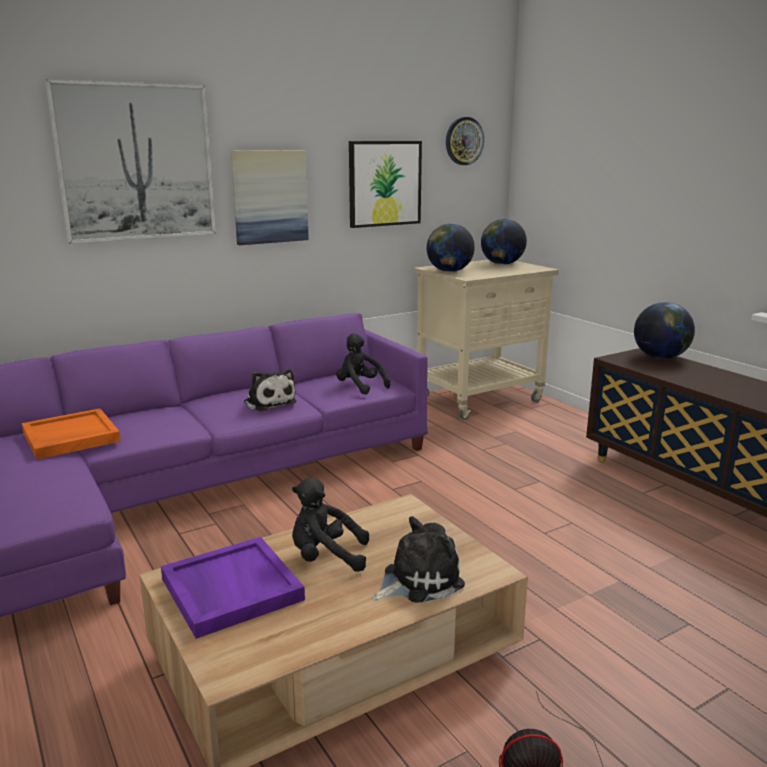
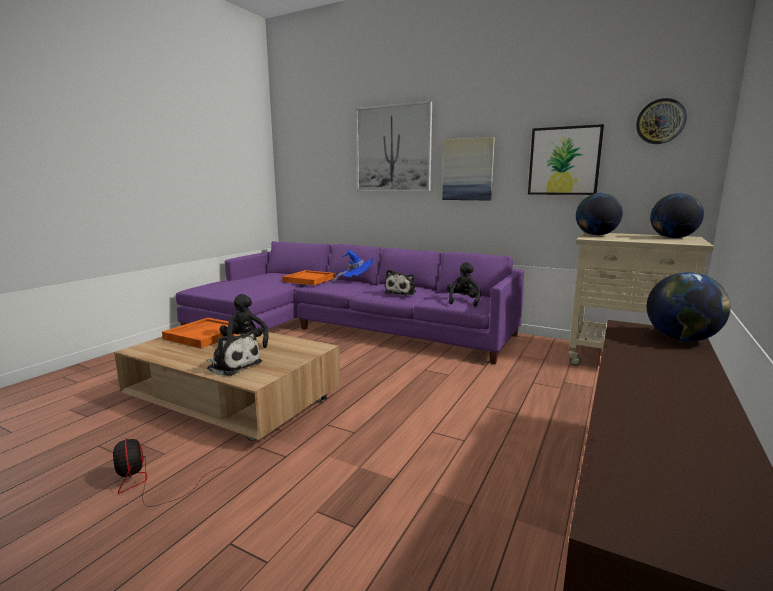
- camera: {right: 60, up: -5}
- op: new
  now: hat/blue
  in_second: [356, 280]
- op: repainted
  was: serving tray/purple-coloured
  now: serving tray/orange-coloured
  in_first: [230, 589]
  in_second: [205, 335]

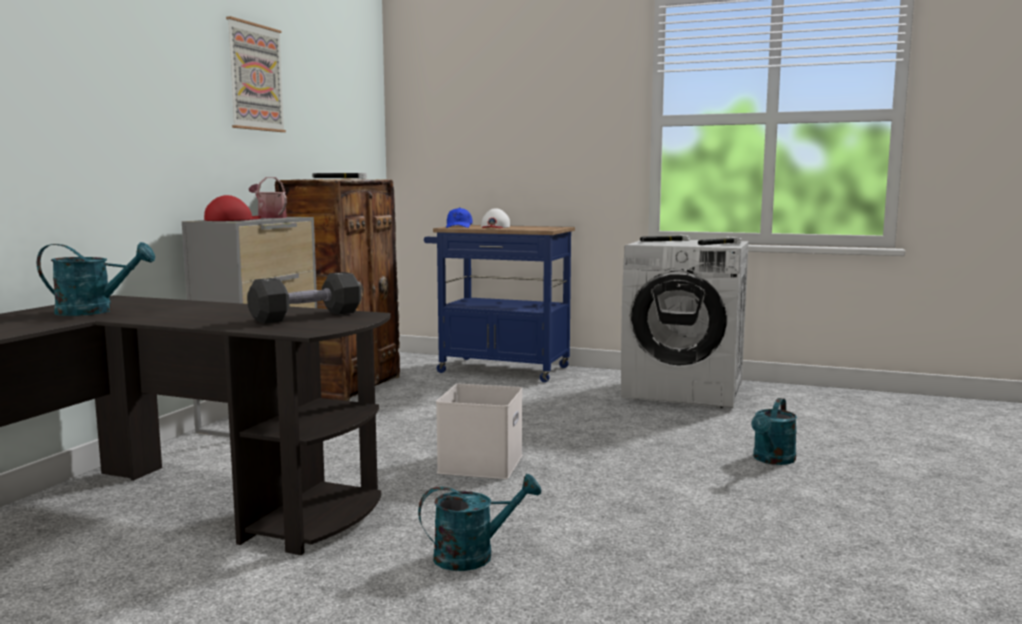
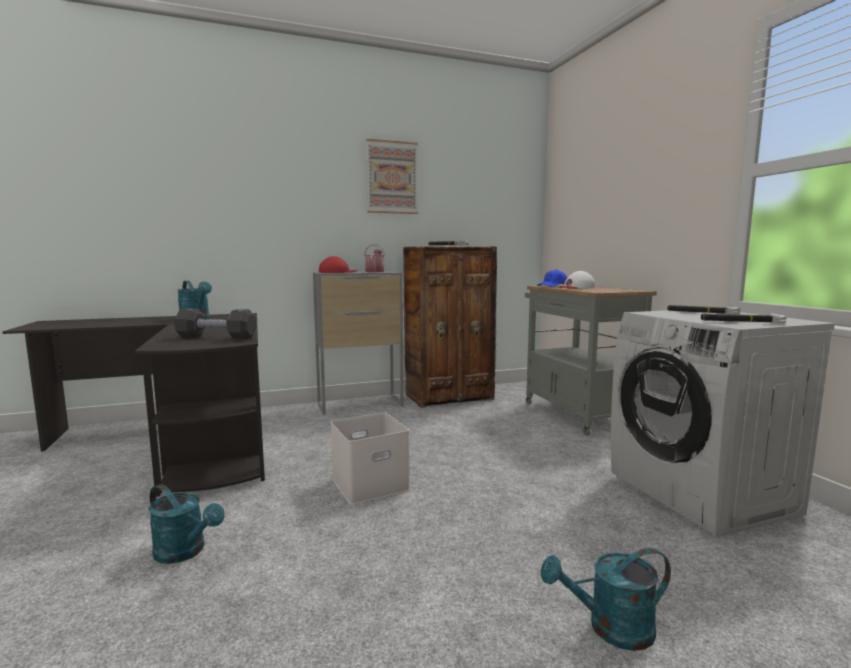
- camera: {right: 50, up: 0}
- op: repainted
  was: wheeled cart/blue
  now: wheeled cart/grey
  in_first: [499, 369]
  in_second: [576, 414]

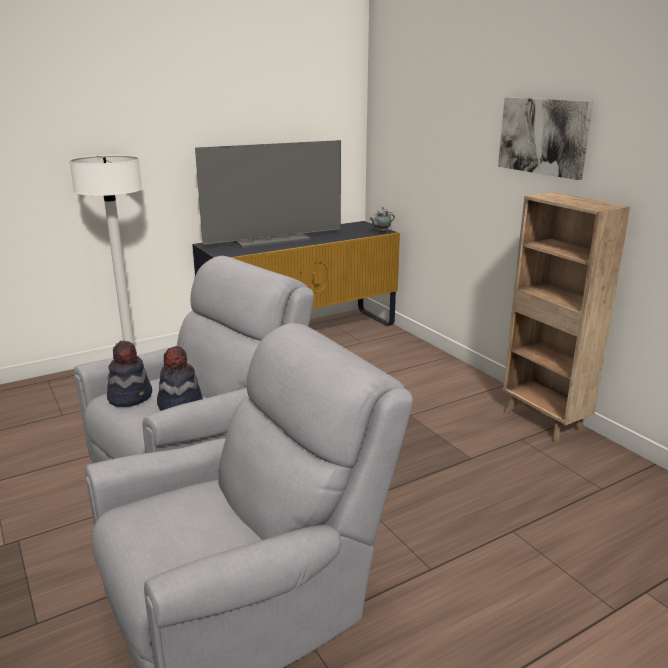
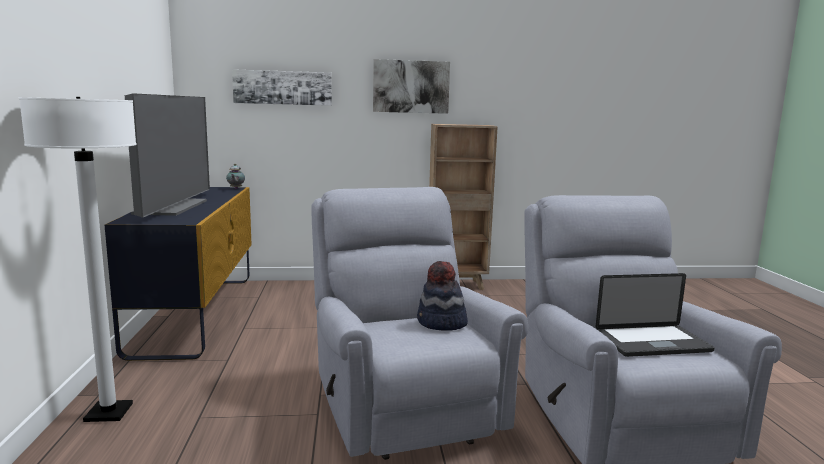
- camera: {right: -65, up: -10}
- op: gone
  was: hat
  in_first: [130, 397]
- op: new
  now: wall art
  in_second: [283, 87]
- op: new
  now: laptop
  in_second: [652, 342]

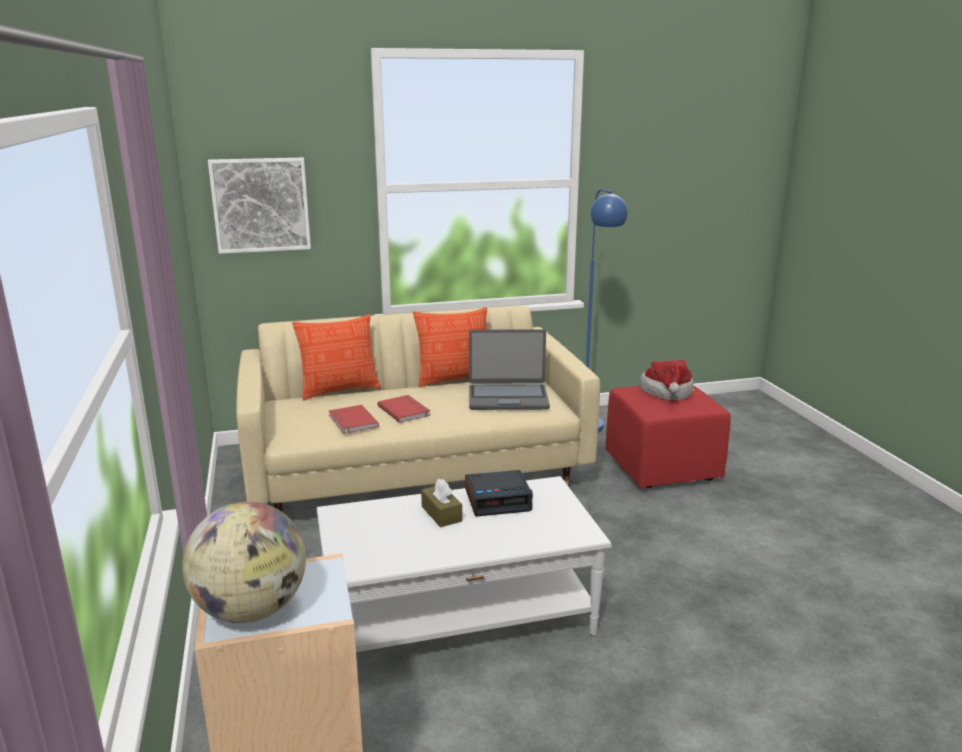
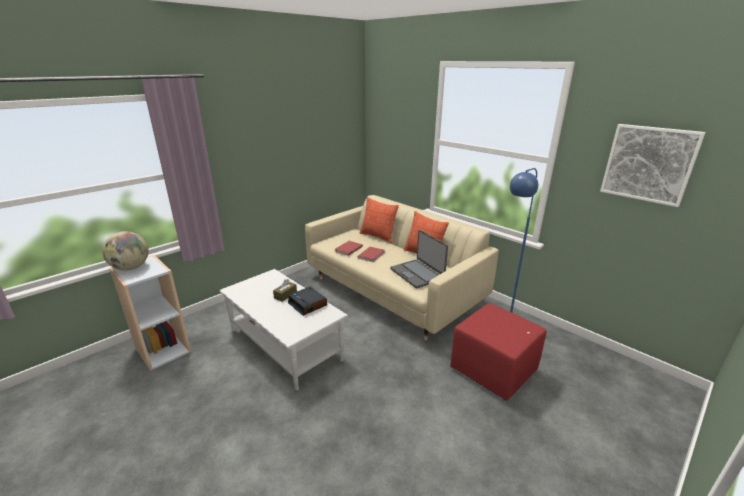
- camera: {right: 60, up: 5}
- op: gone
  was: hat
  in_first: [667, 393]
- op: shifted
  was: wall art
  in_first: [261, 205]
  in_second: [648, 164]

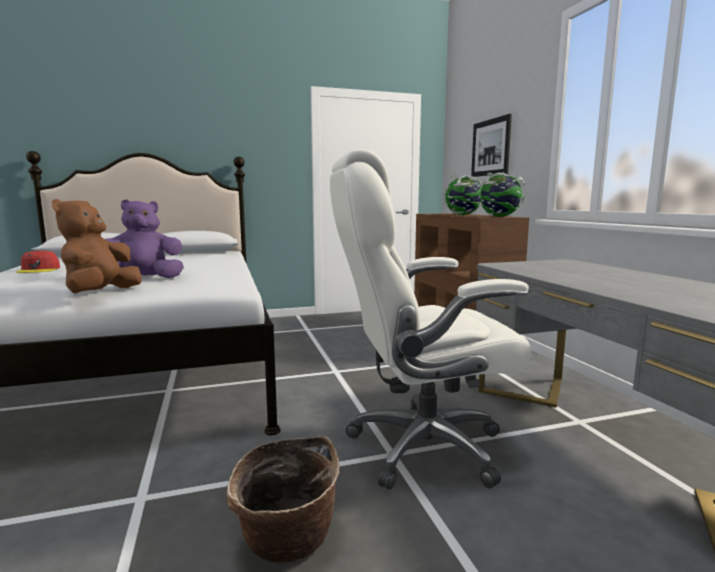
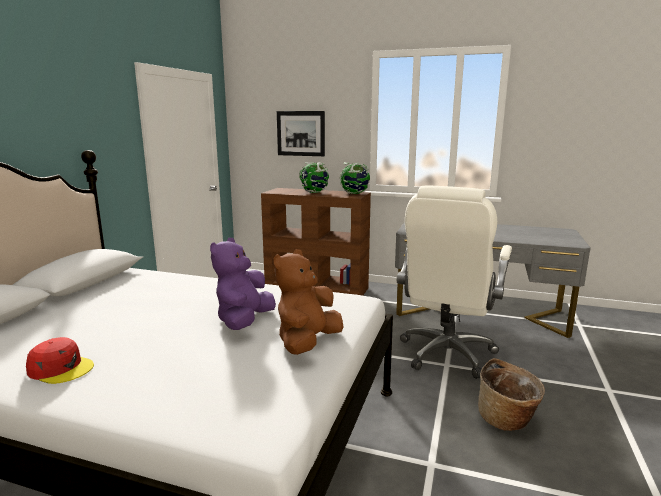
- camera: {right: -55, up: 5}
- op: rotated
  was: plush toy/brownish
  in_first: [101, 294]
  in_second: [307, 342]
  clockwise: 75

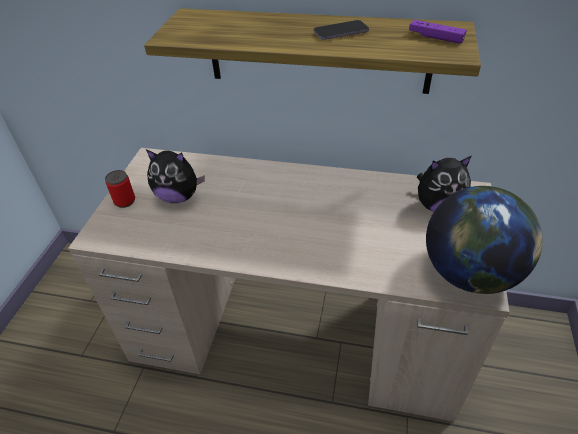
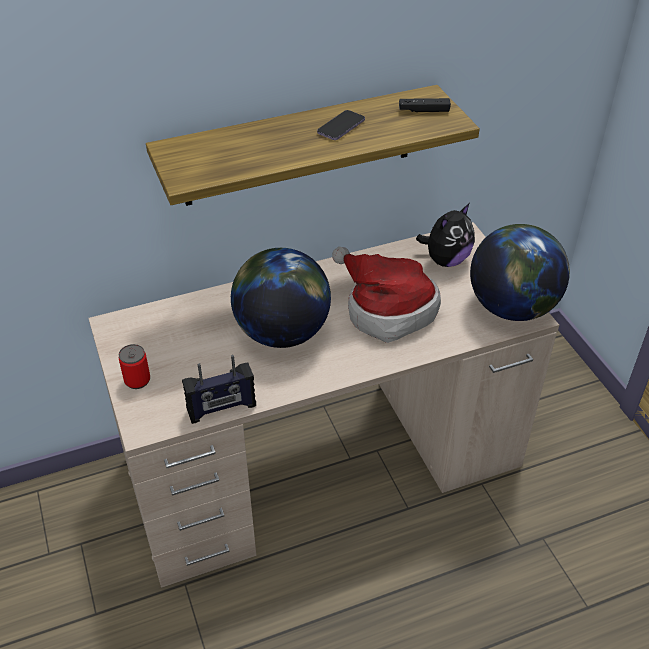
- camera: {right: -35, up: 0}
- op: gone
  was: plush toy
  in_first: [178, 196]
- op: new
  now: radio
  in_second: [222, 409]
- op: new
  now: globe
  in_second: [282, 332]
- op: new
  now: hat
  in_second: [385, 310]
- op: repainted
  was: gamepad/purple-coloured
  now: gamepad/blackish
  in_first: [435, 37]
  in_second: [424, 110]

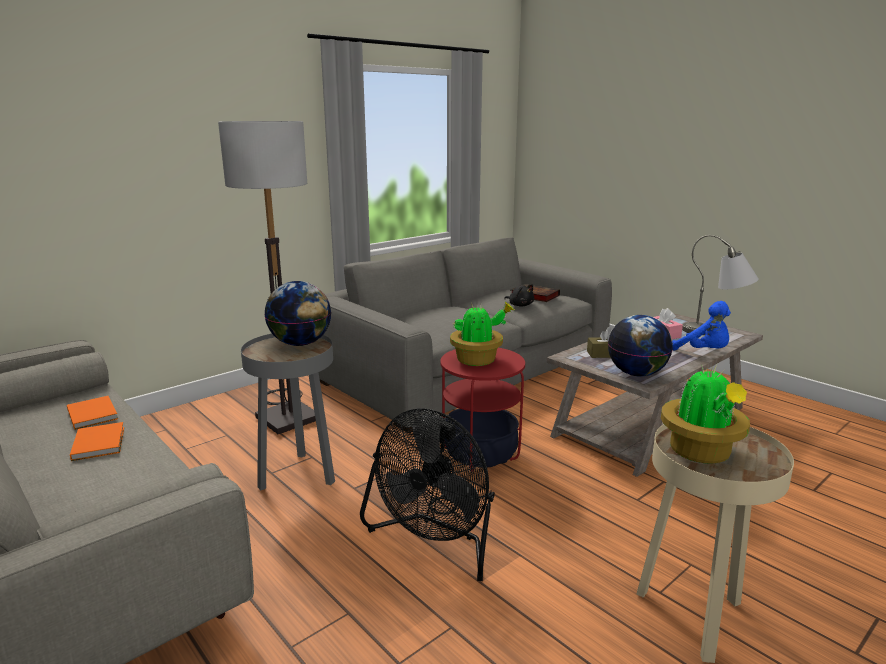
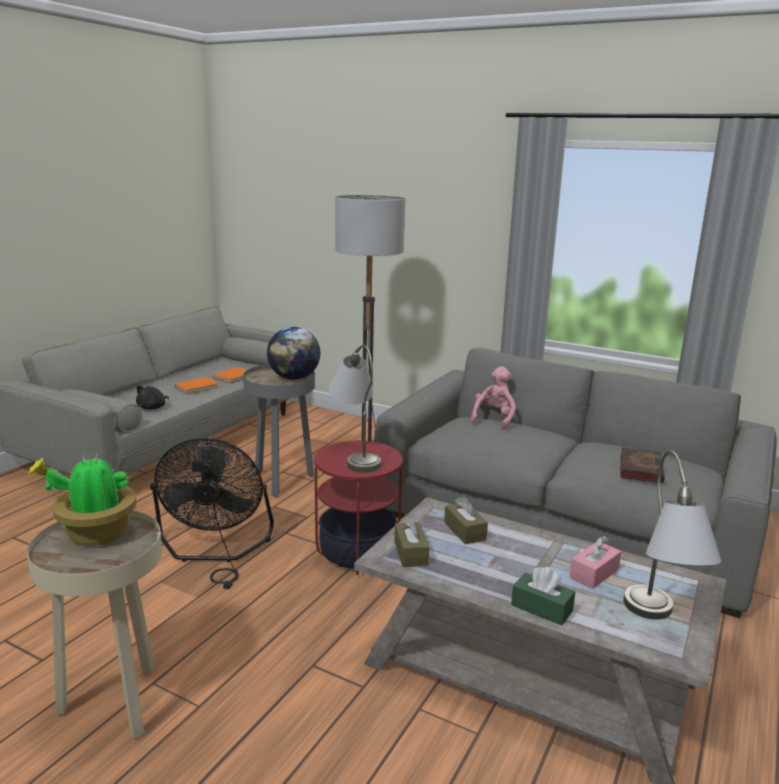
- camera: {right: 70, up: 0}
- op: new
  now: plush toy/pinkish
  in_second: [494, 419]
- op: shifted
  was: plush toy/blackish
  in_first: [520, 305]
  in_second: [153, 408]
- op: swapped
  was: potted plant
  now: lamp for a table/grey
  in_first: [478, 360]
  in_second: [356, 455]
- op: swapped
  was: globe
  now: tissue box/brownish
  in_first: [637, 374]
  in_second: [410, 553]
- op: swapped
  was: plush toy/blue
  now: tissue box/green
  in_first: [704, 352]
  in_second: [541, 608]
- op: rotated
  was: cooling fan/blackish
  in_first: [433, 537]
  in_second: [214, 552]
  clockwise: 75

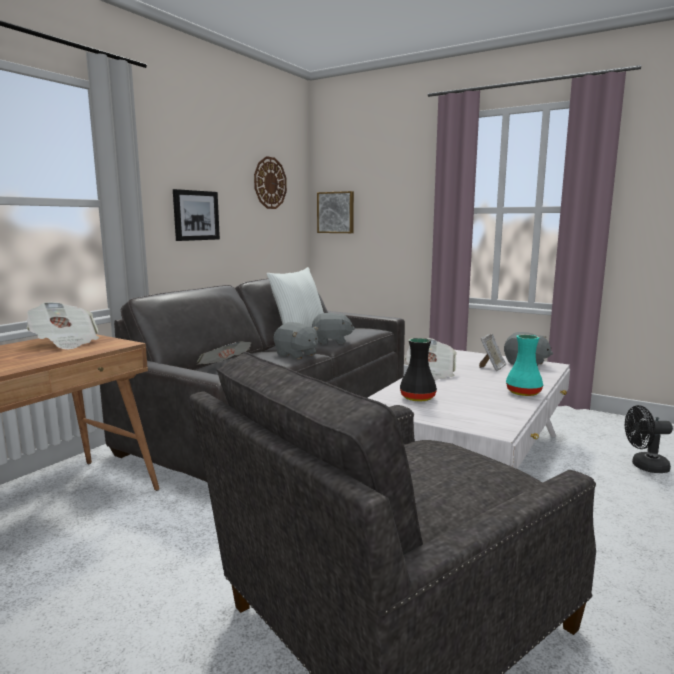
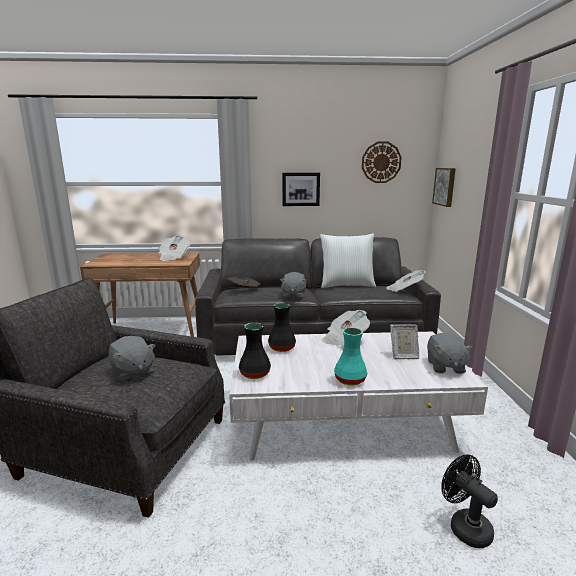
- camera: {right: 55, up: 5}
- op: new
  now: decorative vase/blackish
  in_second: [254, 373]
- op: new
  now: daily paper
  in_second: [404, 290]
- op: shifted
  was: plush toy/grey
  in_first: [331, 342]
  in_second: [132, 372]

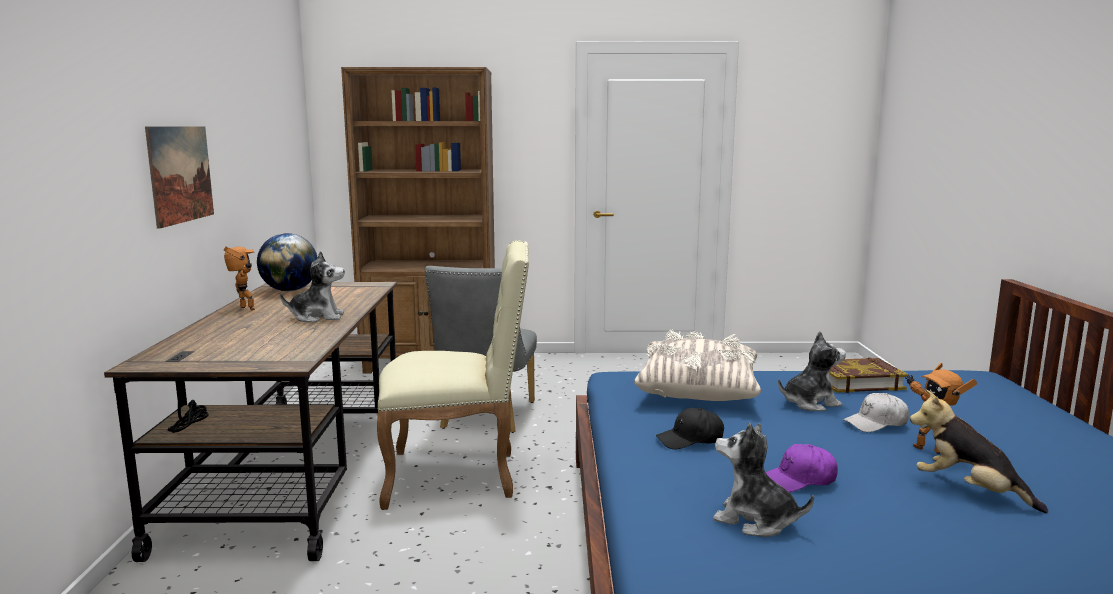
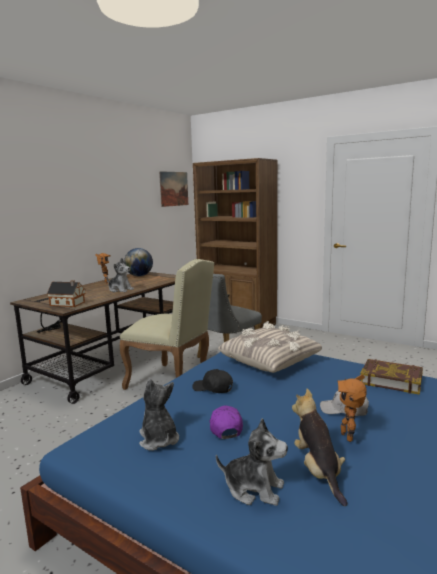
- camera: {right: 35, up: 0}
- op: new
  now: miniature house
  in_second: [68, 304]
- op: shifted
  was: wall art
  in_first: [181, 174]
  in_second: [174, 189]
- op: shifted
  was: plush toy
  in_first: [810, 403]
  in_second: [254, 488]
- op: rotated
  was: cap/purple-coloured
  in_first: [799, 480]
  in_second: [225, 427]
  clockwise: 60

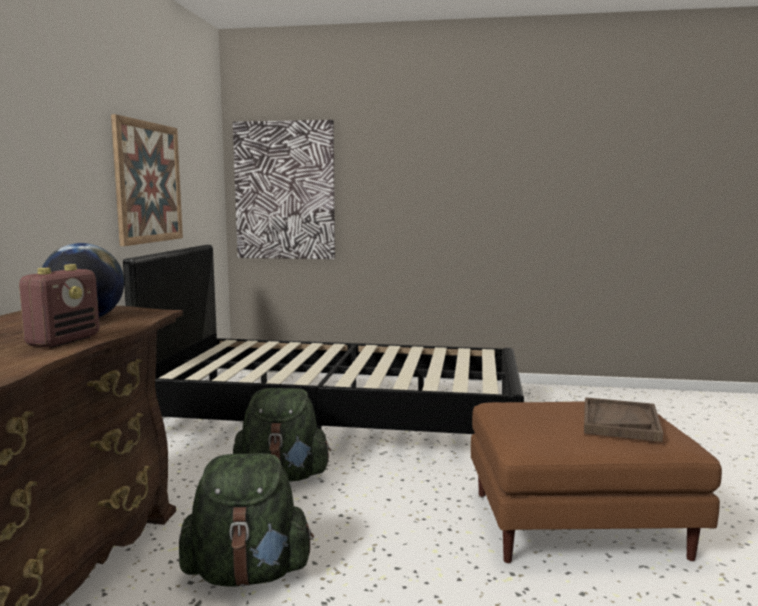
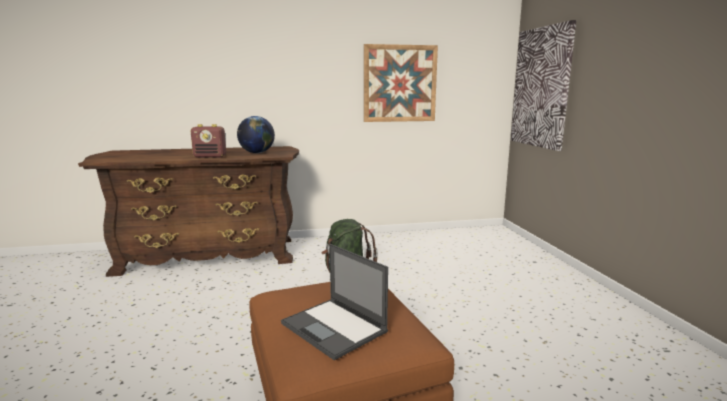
- camera: {right: 70, up: 5}
- op: gone
  was: bed/blackish
  in_first: [338, 421]
- op: gone
  was: knapsack/green
  in_first: [248, 574]
- op: swapped
  was: serving tray/brownish
  now: laptop
  in_first: [620, 422]
  in_second: [334, 328]

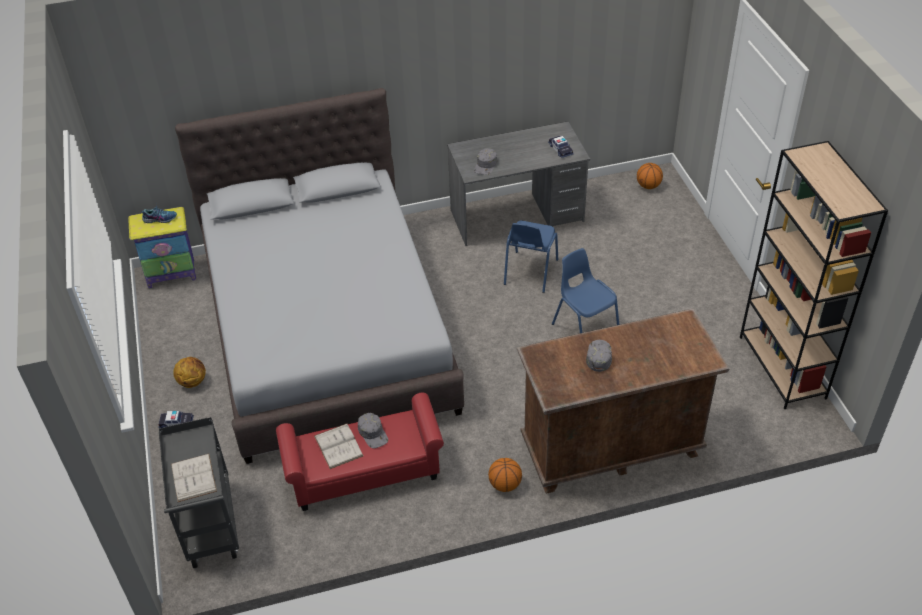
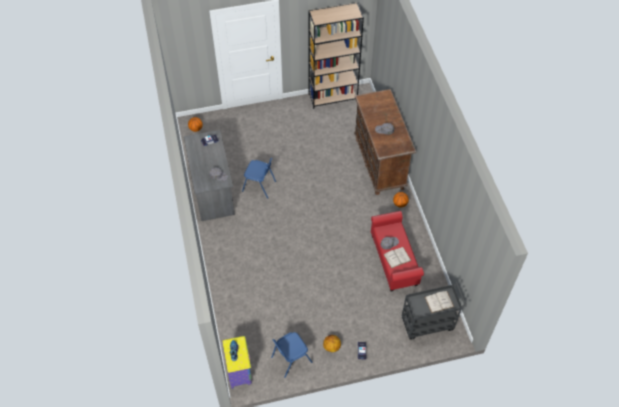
- camera: {right: -90, up: 10}
- op: gone
  was: bed/grey
  in_first: [328, 329]
- op: shifted
  was: upright chair/blue
  in_first: [585, 330]
  in_second: [290, 359]

